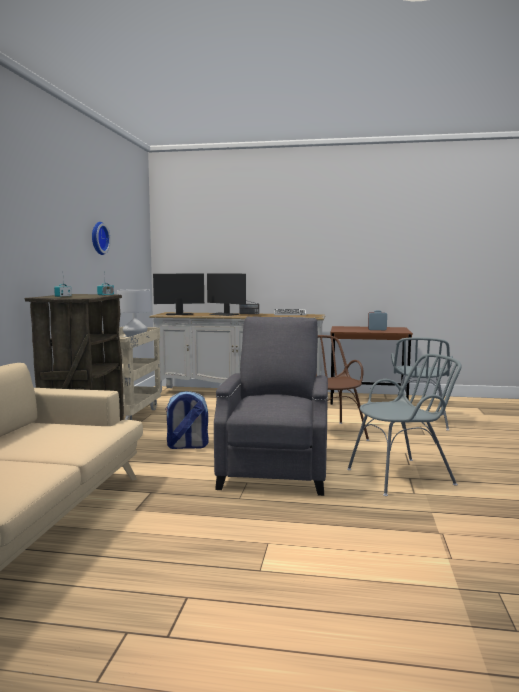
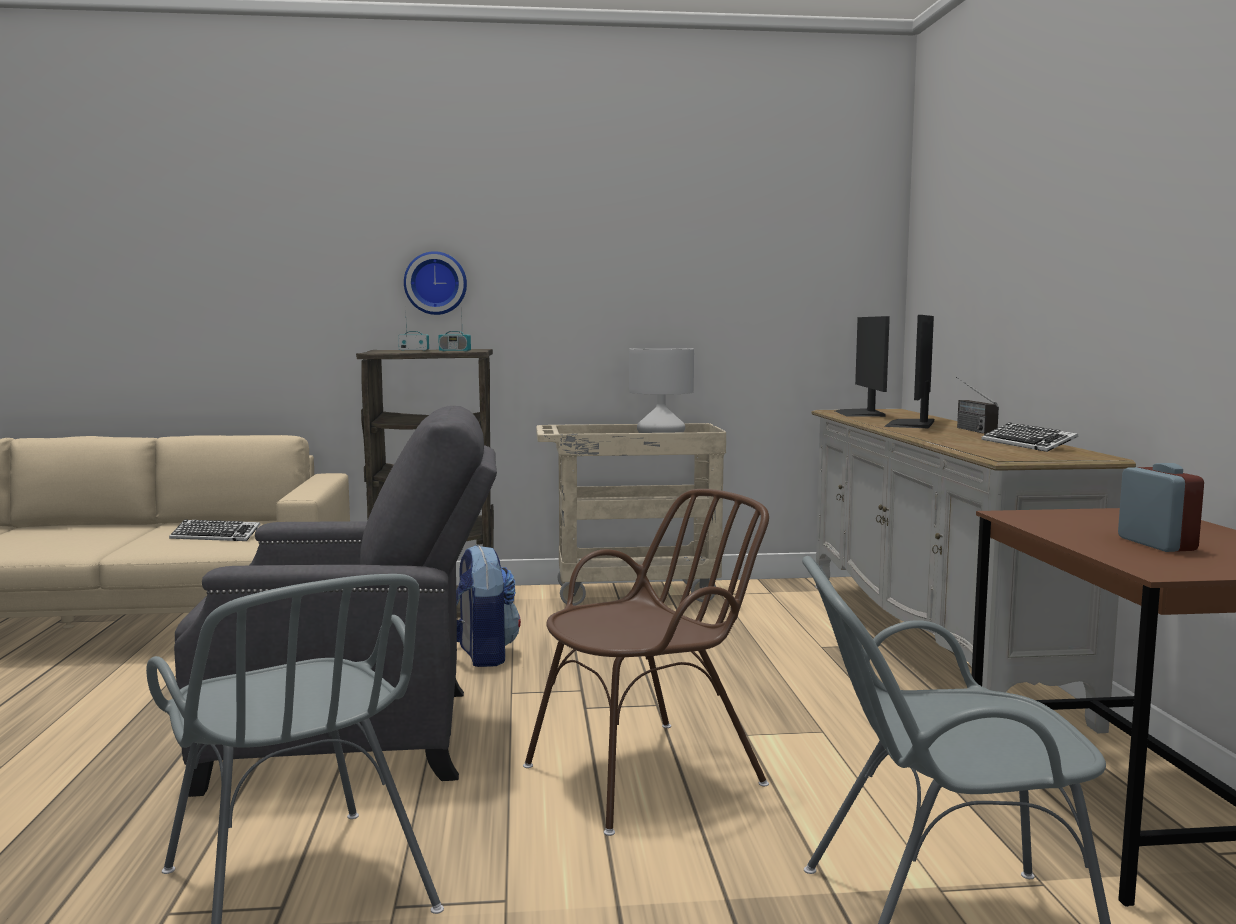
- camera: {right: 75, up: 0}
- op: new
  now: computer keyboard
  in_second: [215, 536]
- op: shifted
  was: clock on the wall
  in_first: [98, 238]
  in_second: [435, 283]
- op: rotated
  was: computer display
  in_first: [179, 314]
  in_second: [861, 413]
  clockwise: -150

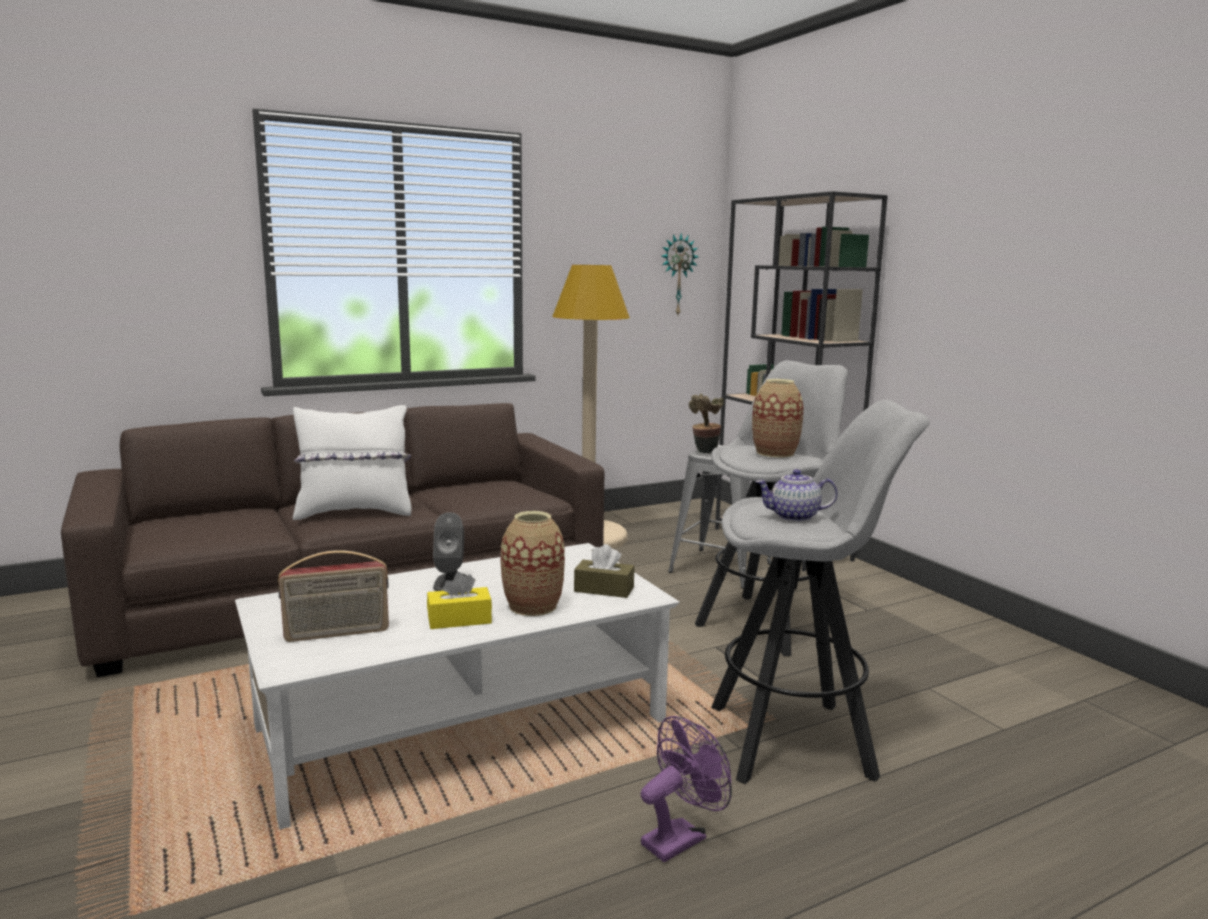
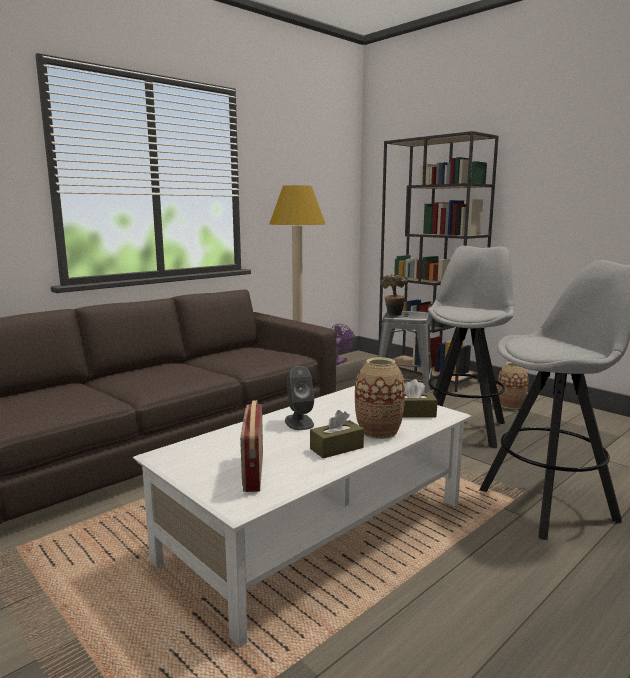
- camera: {right: -15, up: 0}
- op: gone
  was: cushion/whitish
  in_first: [355, 512]
- op: gone
  was: clock on the wall
  in_first: [677, 275]
- op: gone
  was: teapot
  in_first: [794, 516]
- op: shifted
  was: cooling fan/purple-coloured
  in_first: [680, 837]
  in_second: [339, 361]
- op: shifted
  was: decorative vase
  in_first: [775, 453]
  in_second: [510, 405]
- op: repainted
  was: tissue box/yellowish
  now: tissue box/brownish
  in_first: [459, 620]
  in_second: [336, 448]
- op: rotated
  was: radio
  in_first: [337, 633]
  in_second: [252, 472]
  clockwise: 120

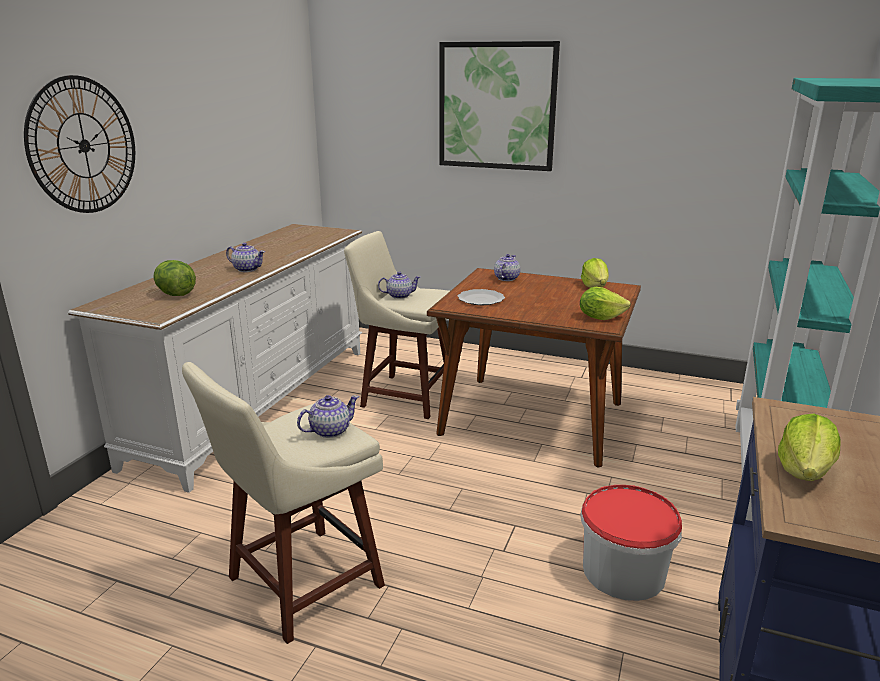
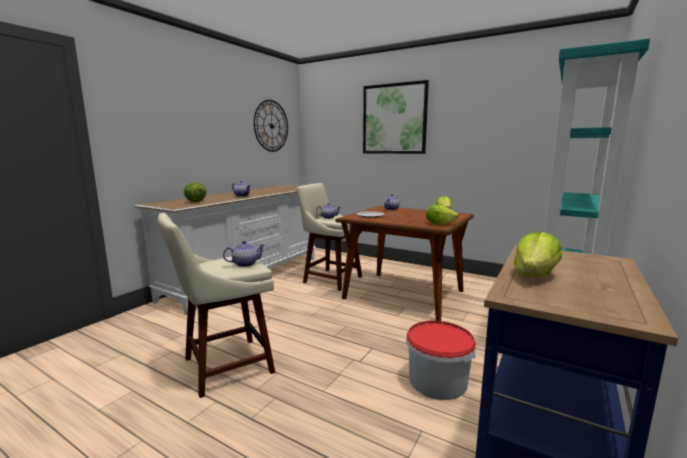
- camera: {right: 10, up: -10}
- op: shifted
  was: clock on the wall
  in_first: [83, 145]
  in_second: [271, 126]

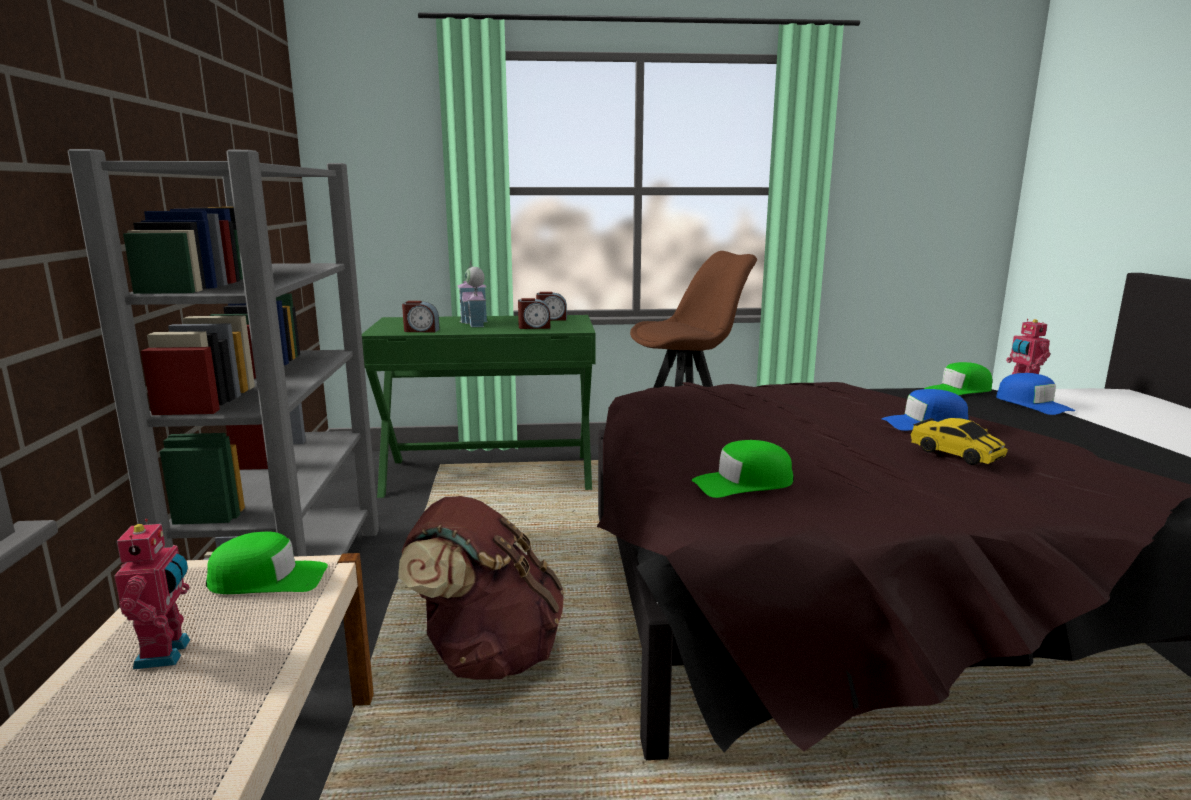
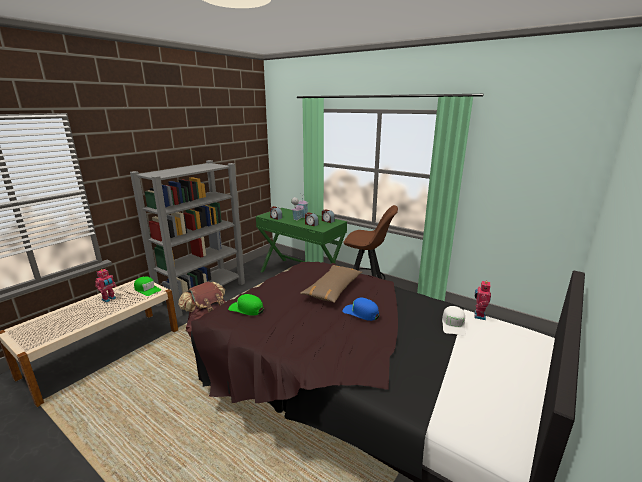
- camera: {right: 40, up: 5}
- op: gone
  was: model car
  in_first: [956, 454]
- op: gone
  was: cap/green
  in_first: [959, 390]
- op: new
  now: cushion/brownish
  in_second: [333, 289]
- op: repainted
  was: cap/blue
  now: cap/whitish
  in_first: [1032, 404]
  in_second: [453, 324]

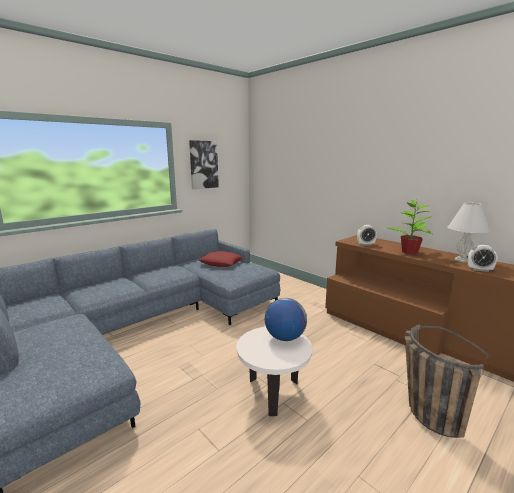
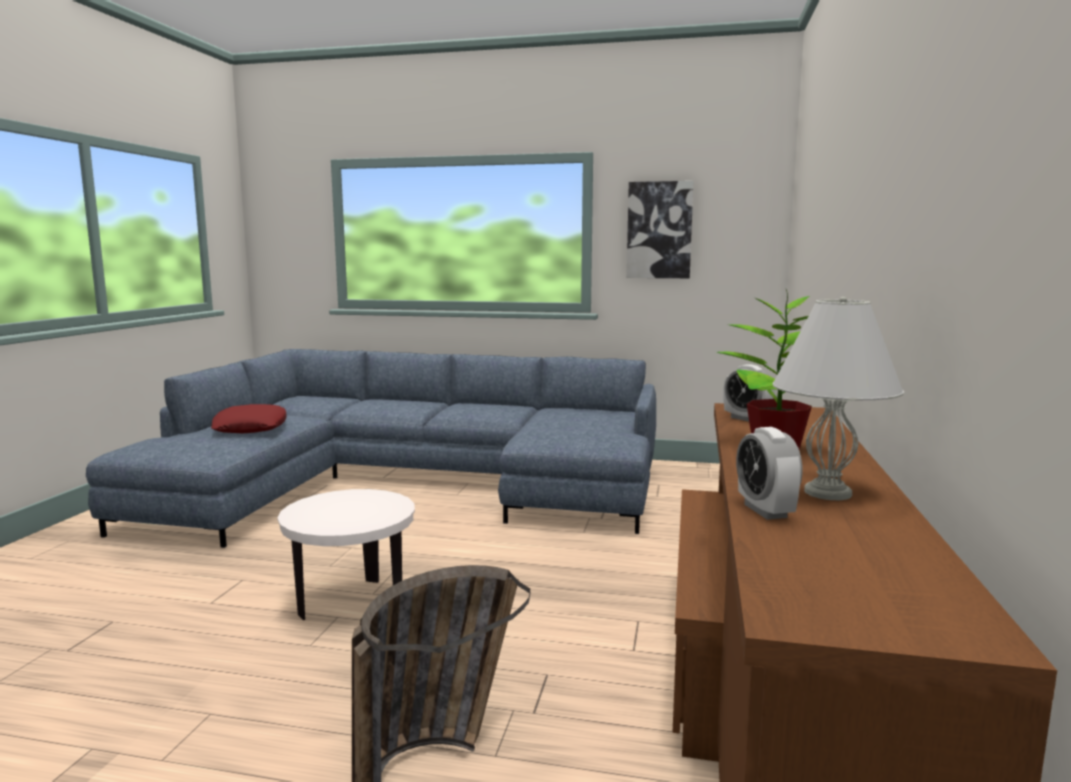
- camera: {right: 55, up: -5}
- op: gone
  was: globe
  in_first: [285, 337]
- op: shifted
  was: cushion/red
  in_first: [221, 263]
  in_second: [250, 427]

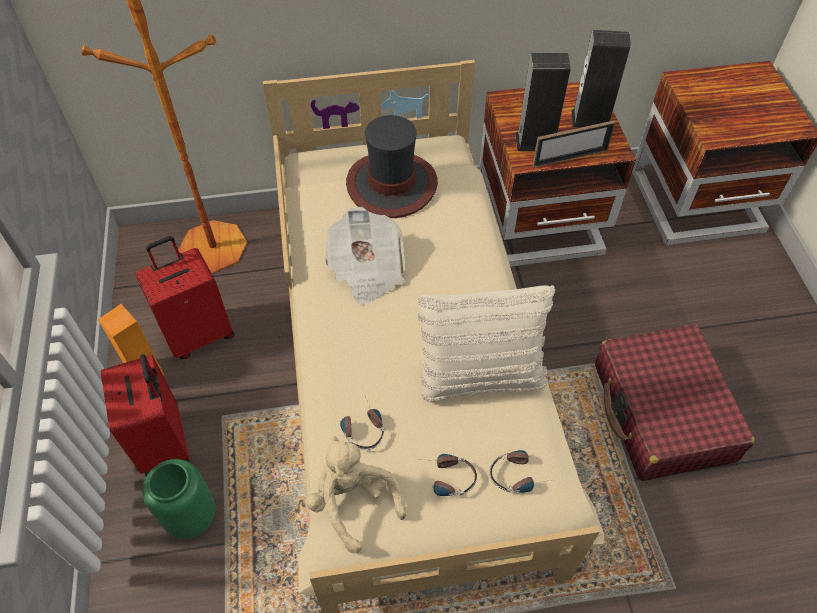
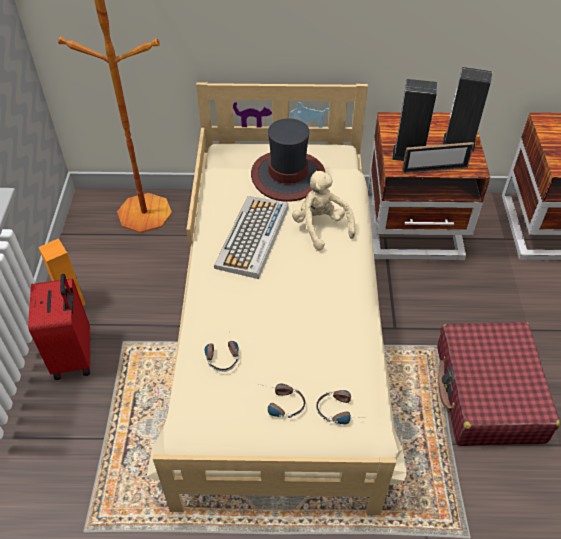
- camera: {right: 10, up: -5}
- op: gone
  was: suitcase/red
  in_first: [199, 334]
- op: gone
  was: decorative vase/green
  in_first: [190, 515]
- op: gone
  was: cushion/beige
  in_first: [480, 377]
- op: shifted
  was: plush toy/beige
  in_first: [353, 502]
  in_second: [321, 227]
- op: swapped
  was: daily paper
  now: computer keyboard
  in_first: [366, 270]
  in_second: [253, 238]

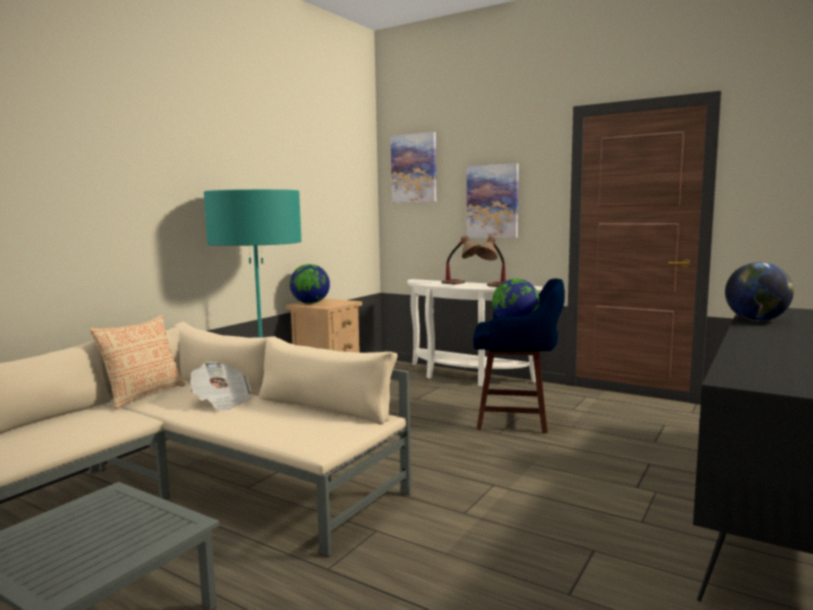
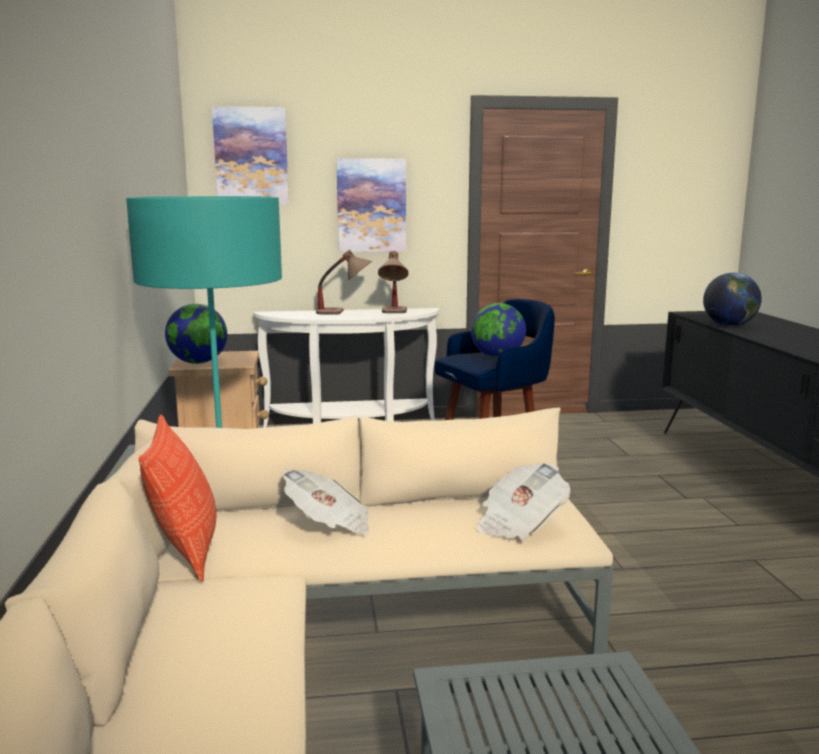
- camera: {right: -40, up: 5}
- op: new
  now: daily paper
  in_second: [519, 524]
- op: repainted
  was: cushion/beige
  now: cushion/orange-coloured
  in_first: [144, 395]
  in_second: [186, 550]

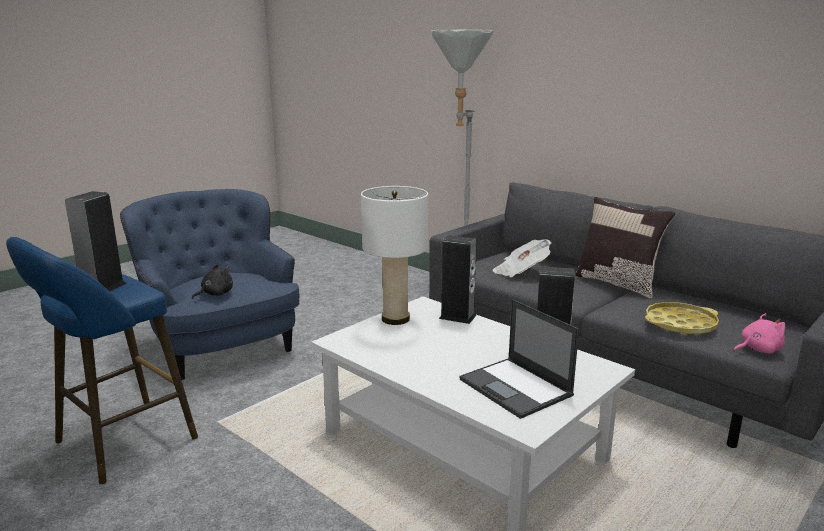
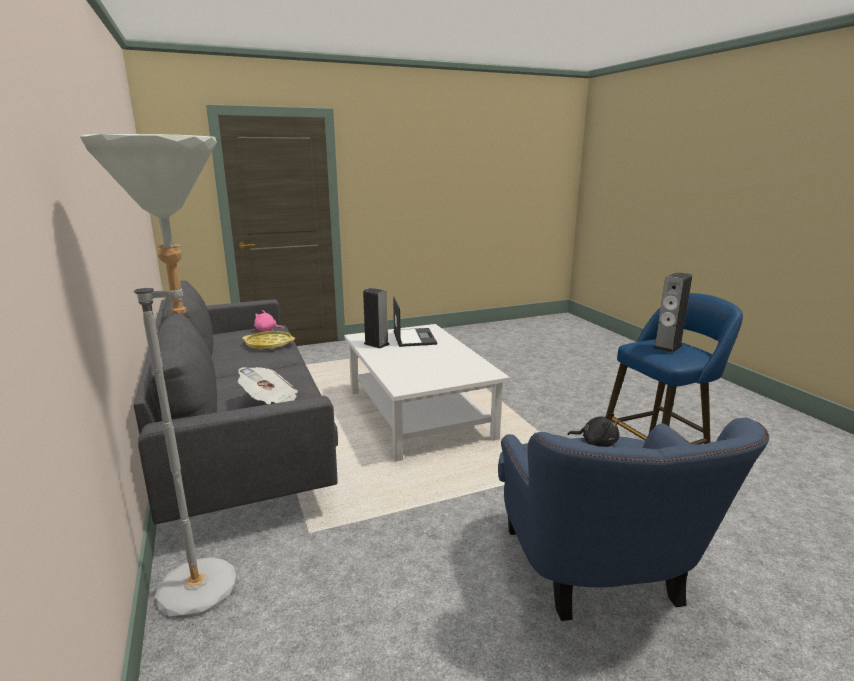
- camera: {right: -155, up: 0}
- op: gone
  was: lamp for a table/whitish
  in_first: [395, 319]
- op: gone
  was: speaker
  in_first: [457, 317]
- op: gone
  was: cushion
  in_first: [617, 284]
- op: rotated
  was: plush toy/blackish
  in_first: [215, 294]
  in_second: [596, 443]
  clockwise: -135

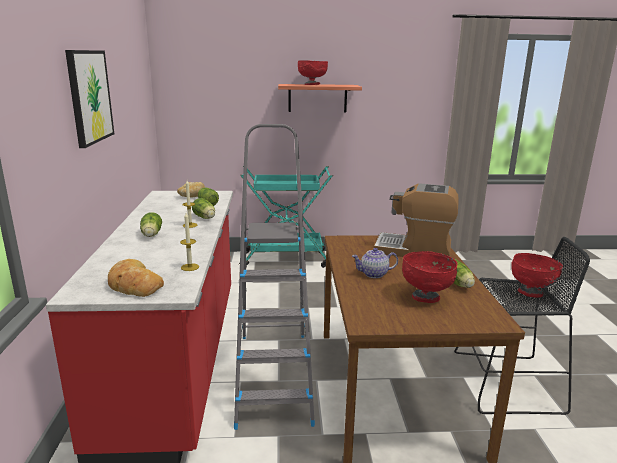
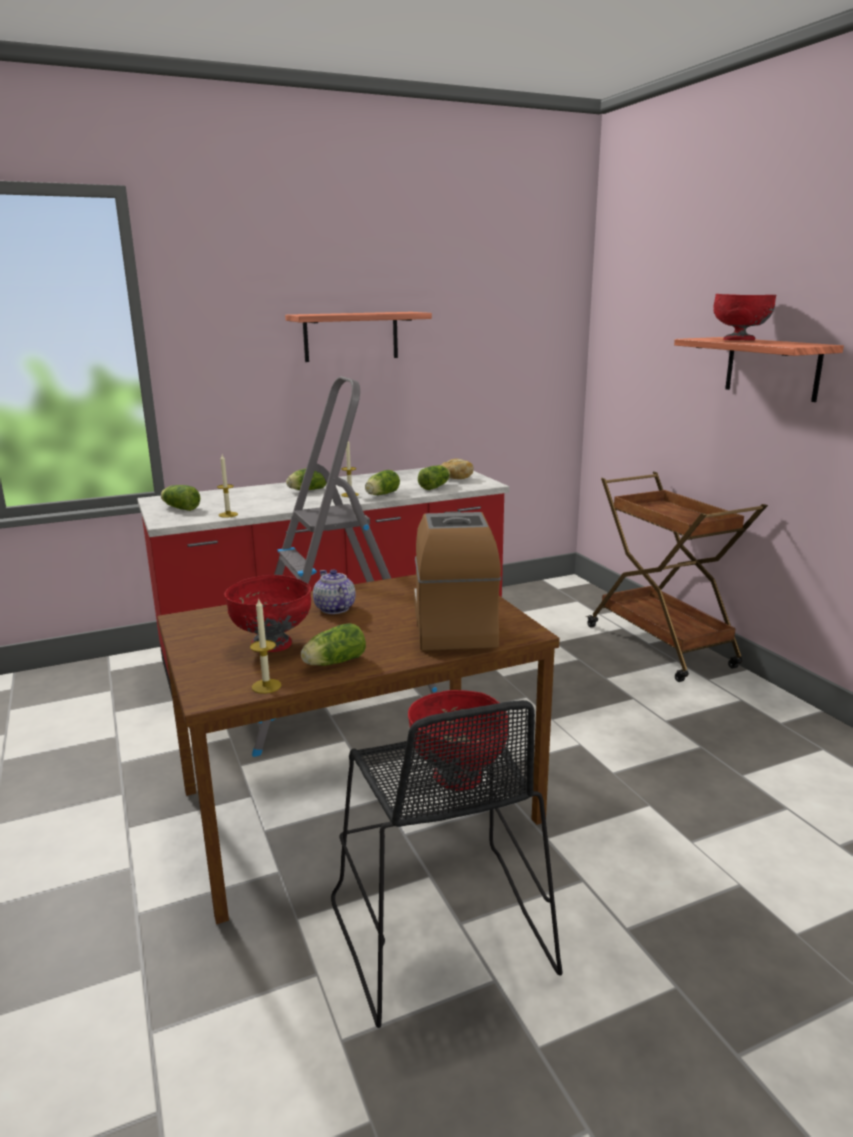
- camera: {right: 70, up: 0}
- op: new
  now: wax light
  in_second: [266, 686]
- op: swapped
  was: wall art
  now: bracket shelf
  in_first: [89, 96]
  in_second: [351, 336]
- op: swapped
  was: bread
  now: head of lettuce
  in_first: [134, 284]
  in_second: [180, 508]
- op: repainted
  was: wheeled cart/turquoise
  now: wheeled cart/brownish
  in_first: [285, 260]
  in_second: [660, 647]

